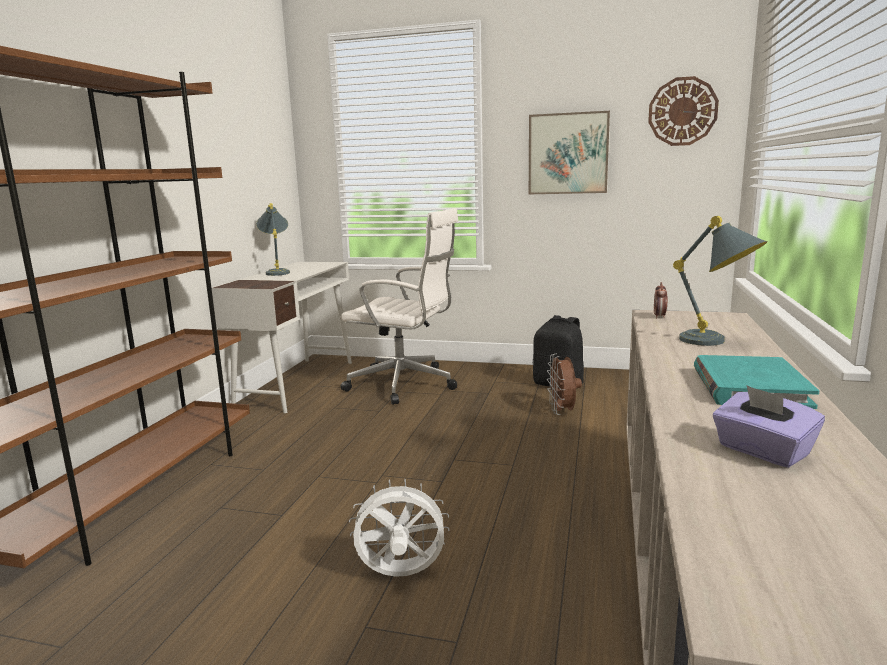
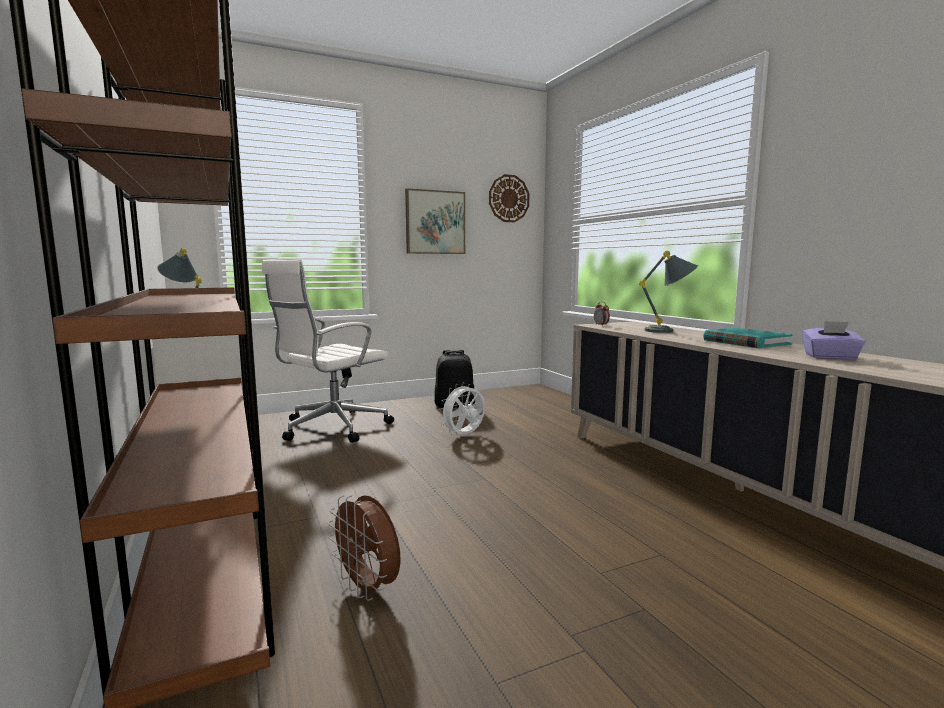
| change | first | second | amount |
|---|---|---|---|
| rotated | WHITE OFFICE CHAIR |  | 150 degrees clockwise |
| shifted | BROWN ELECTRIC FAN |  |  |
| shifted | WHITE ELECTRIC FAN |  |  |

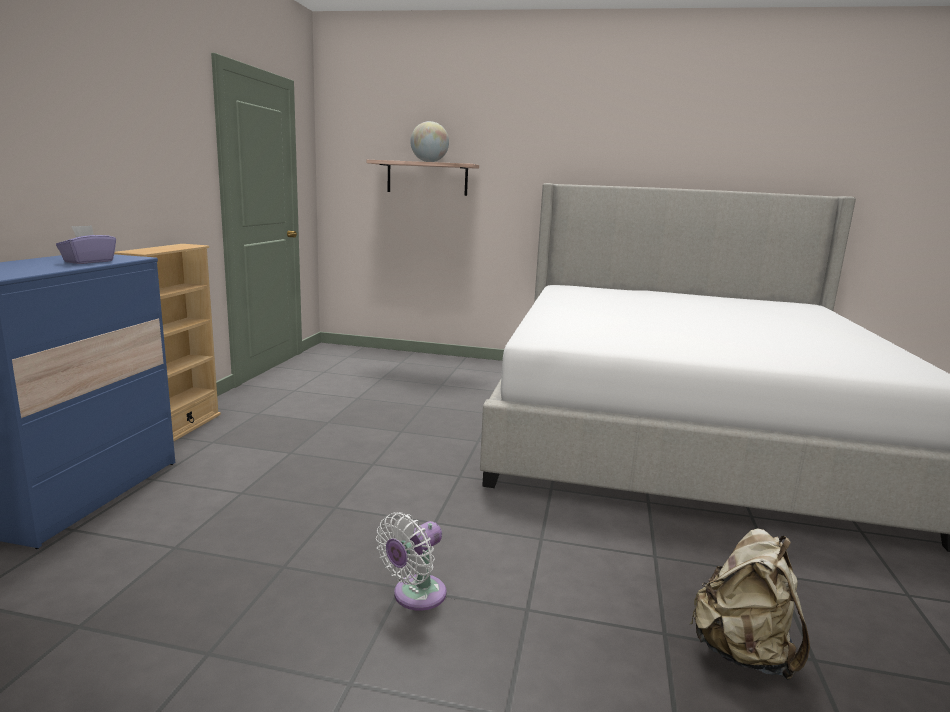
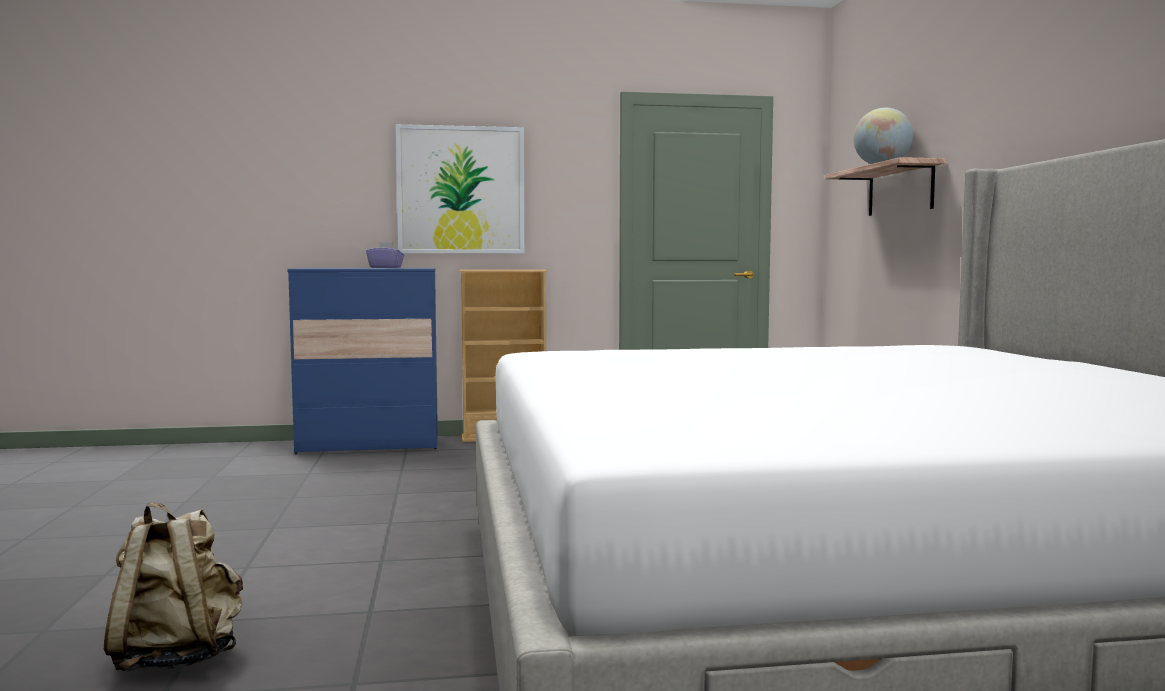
| change | first | second | amount |
|---|---|---|---|
| new |  | WALL PICTURE |  |
| gone | WHITE ELECTRIC FAN |  |  |

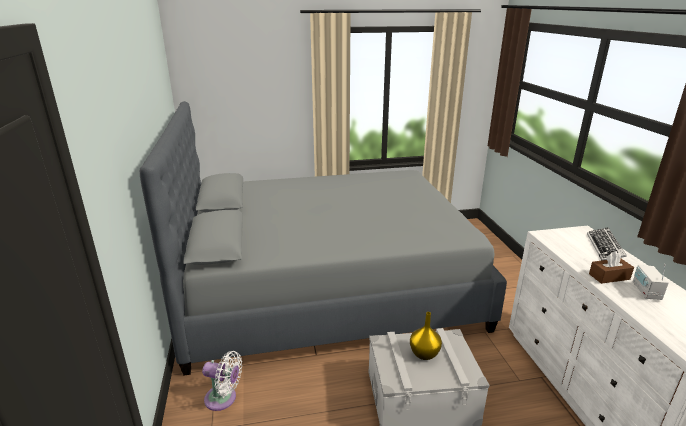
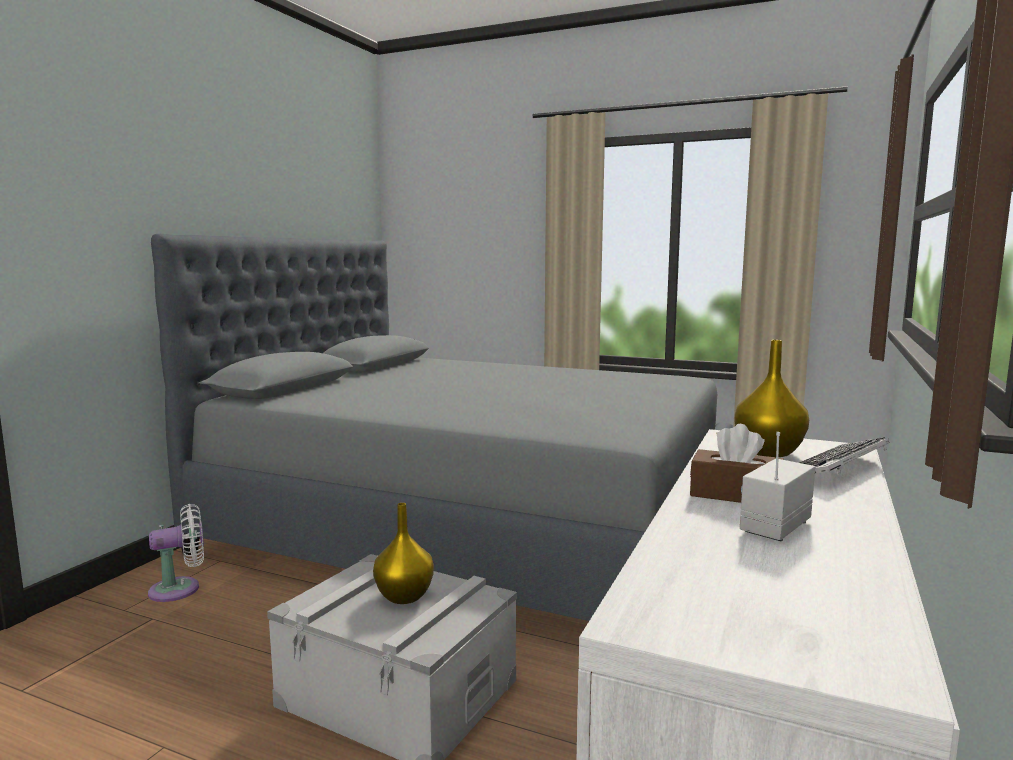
| change | first | second | amount |
|---|---|---|---|
| rotated | WHITE ELECTRIC FAN |  | 75 degrees counterclockwise |
| new |  | YELLOWISH DECORATIVE VASE (no. 2 from left) |  |

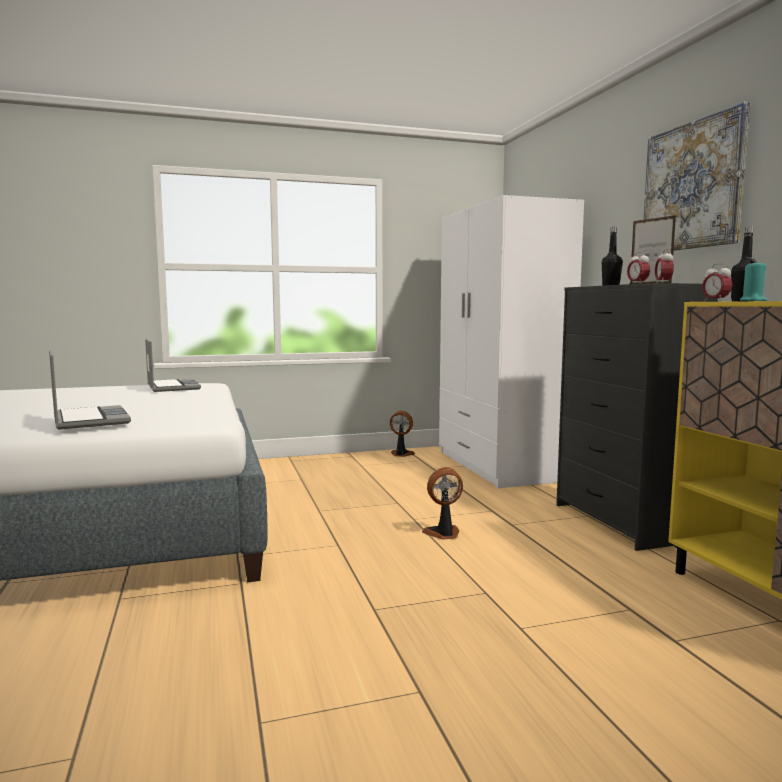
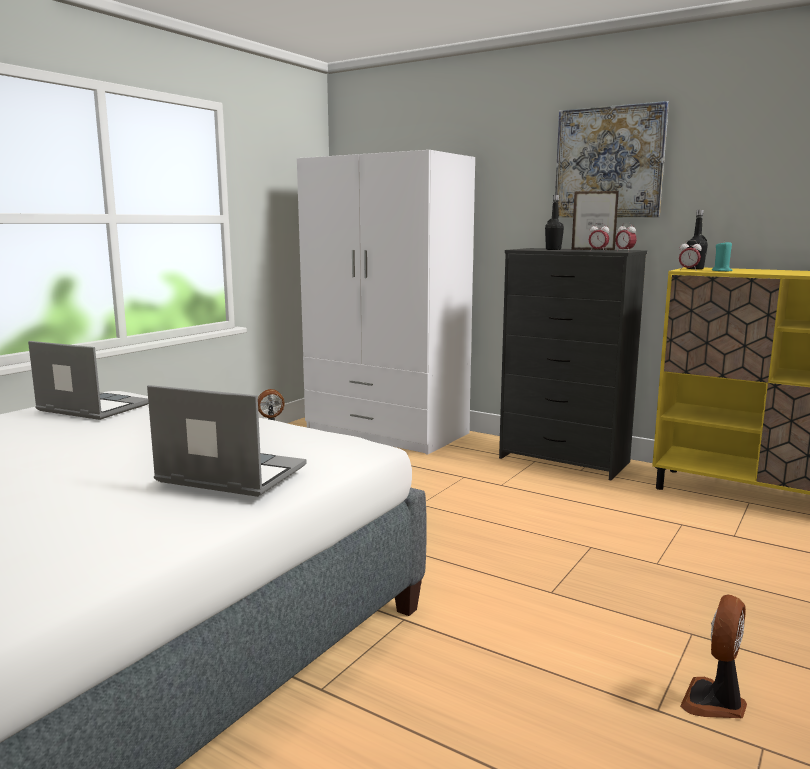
| change | first | second | amount |
|---|---|---|---|
| shifted | ELECTRIC FAN (no. 2 from left) |  |  |

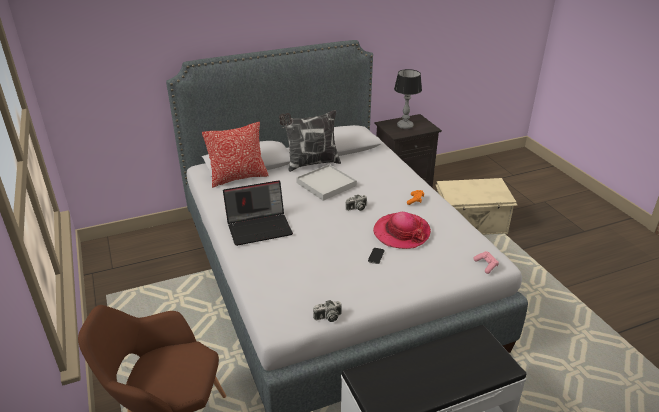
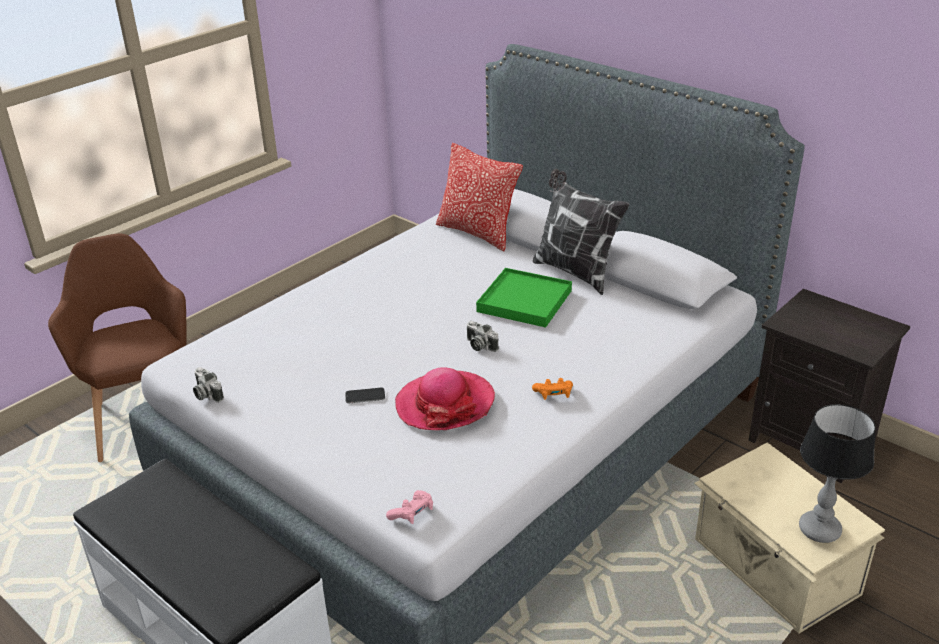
| change | first | second | amount |
|---|---|---|---|
| repainted | WHITE TRAY | GREENISH TRAY |  |
| shifted | TABLETOP LAMP |  |  |
| gone | LAPTOP |  |  |

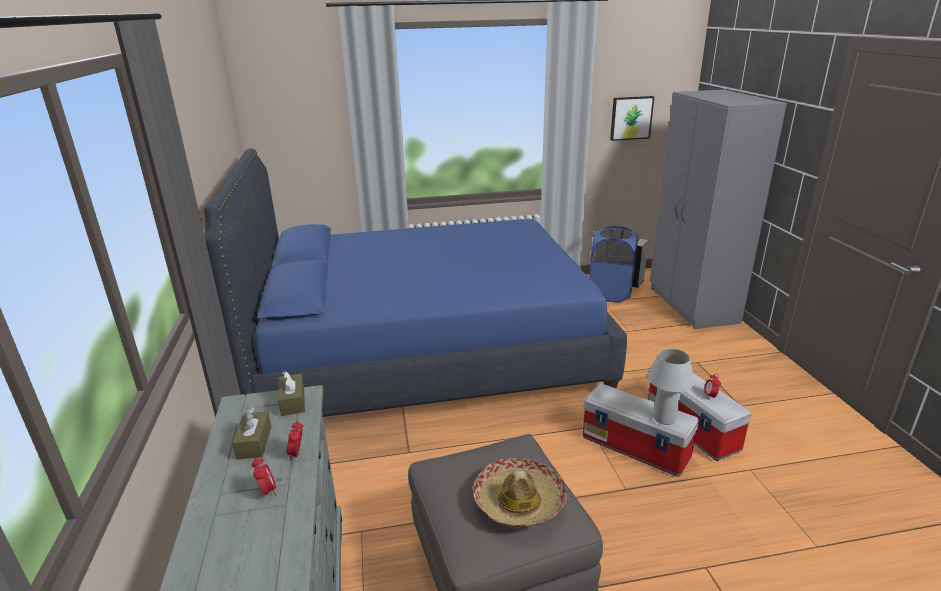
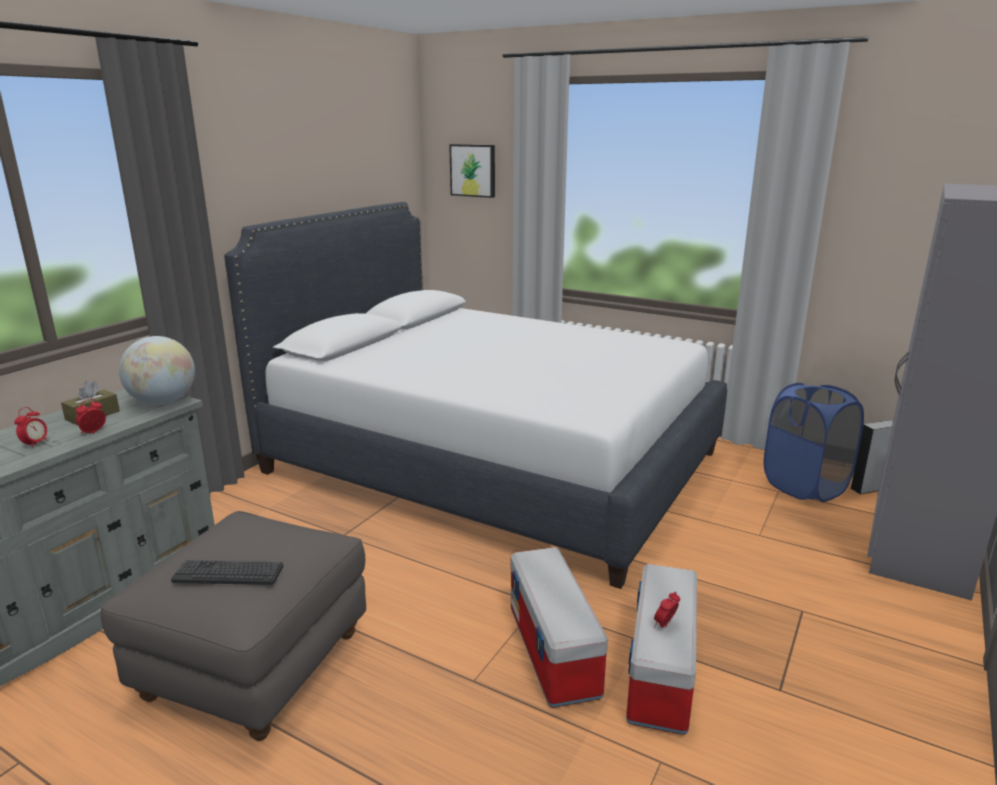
| change | first | second | amount |
|---|---|---|---|
| swapped | BROWN BOX OF TISSUES (no. 2 from left) | GLOBE |  |
| swapped | CLOTHING HAT | COMPUTER KEYBOARD |  |
| repainted | BLUISH SLEEPING BED | WHITE SLEEPING BED |  |
| shifted | WALL PICTURE |  |  |
| gone | WHITE TABLETOP LAMP |  |  |

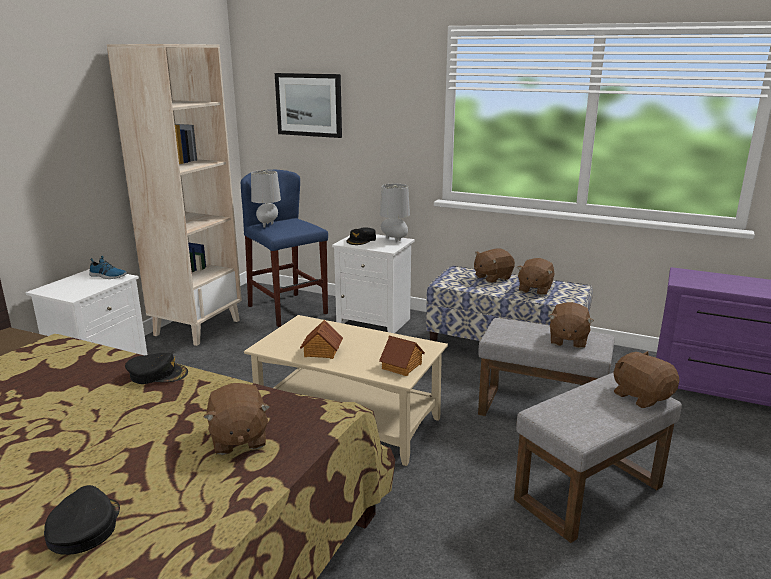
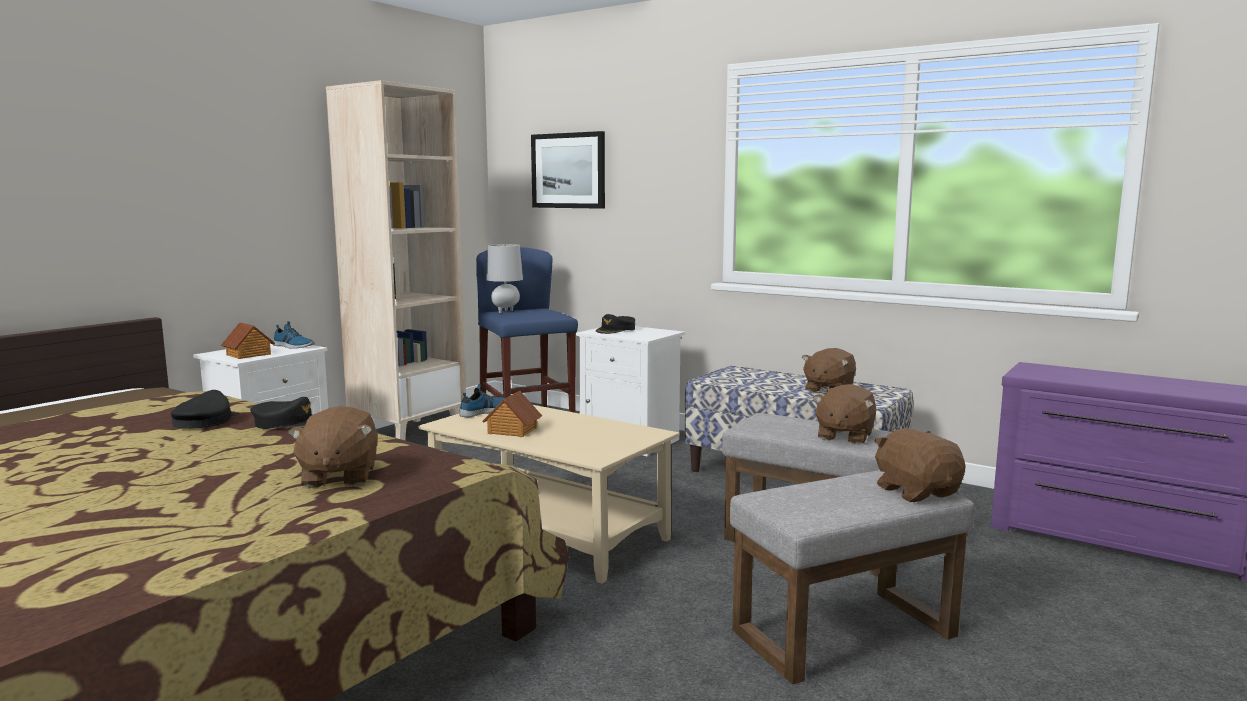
| change | first | second | amount |
|---|---|---|---|
| shifted | BLACKISH PEAKED CAP (no. 1 from left) |  |  |
| shifted | MINIATURE HOUSE (no. 2 from left in the first image) | MINIATURE HOUSE (no. 1 from left) |  |
| new |  | LOW SHOE (no. 2 from left) |  |
| gone | GRAY TABLETOP LAMP (no. 2 from left) |  |  |
| gone | BROWN SOFT TOY (no. 2 from left) |  |  |

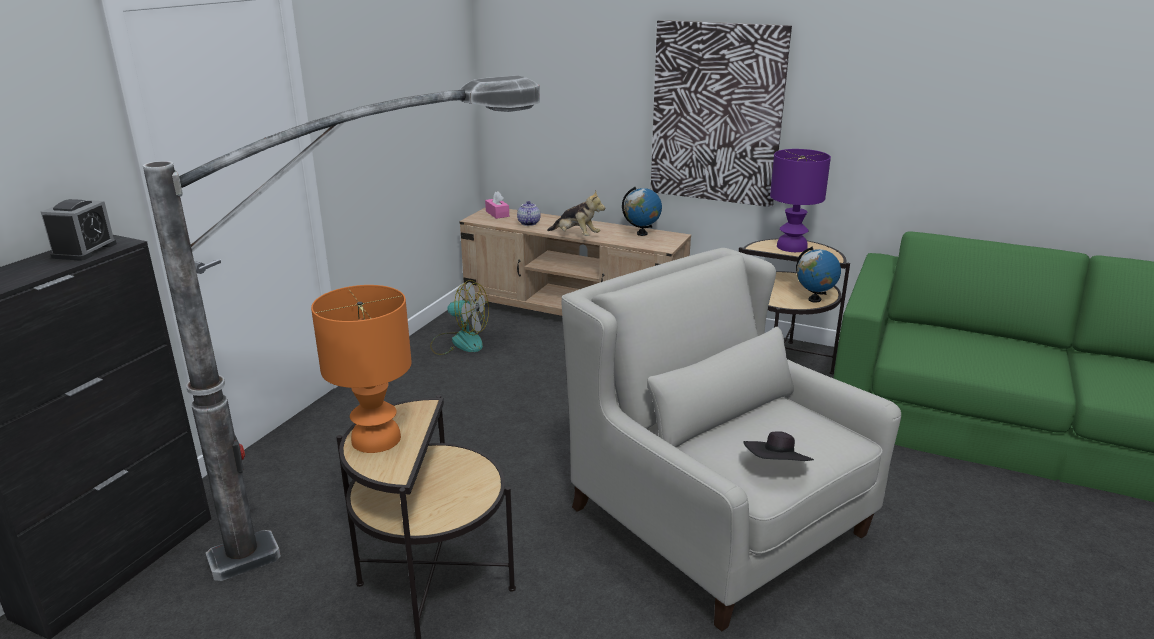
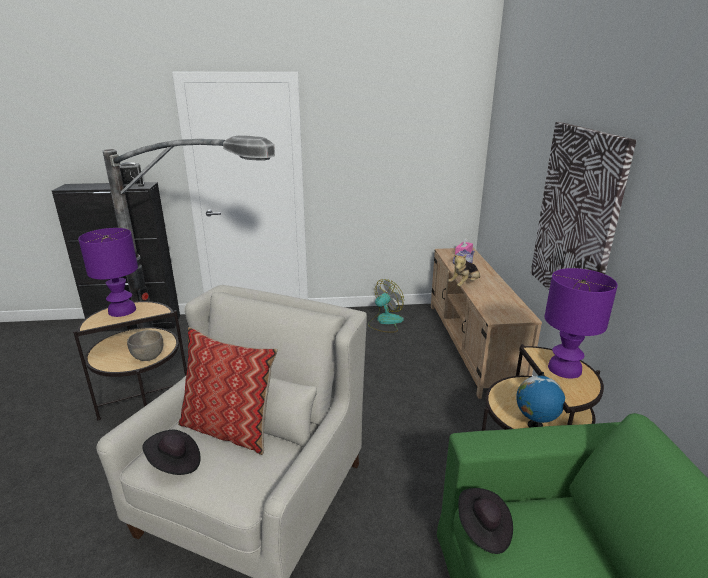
| change | first | second | amount |
|---|---|---|---|
| repainted | ORANGE-COLOURED TABLETOP LAMP | PURPLE TABLETOP LAMP (no. 1 from left) |  |
| new |  | GRAY SERVING BOWL |  |
| new |  | PILLOW |  |
| rotated | ELECTRIC FAN |  | 120 degrees counterclockwise |
| rotated | SOFT TOY |  | 45 degrees clockwise |
| new |  | BLACKISH CLOTHING HAT (no. 2 from left) |  |
| gone | GLOBE (no. 1 from left) |  |  |

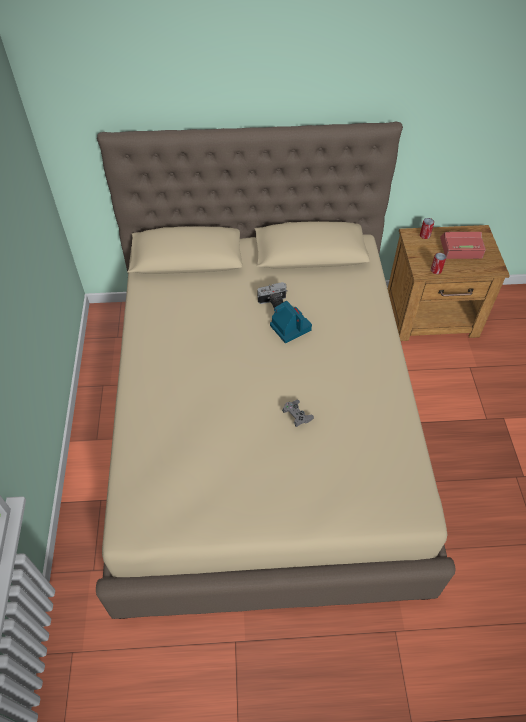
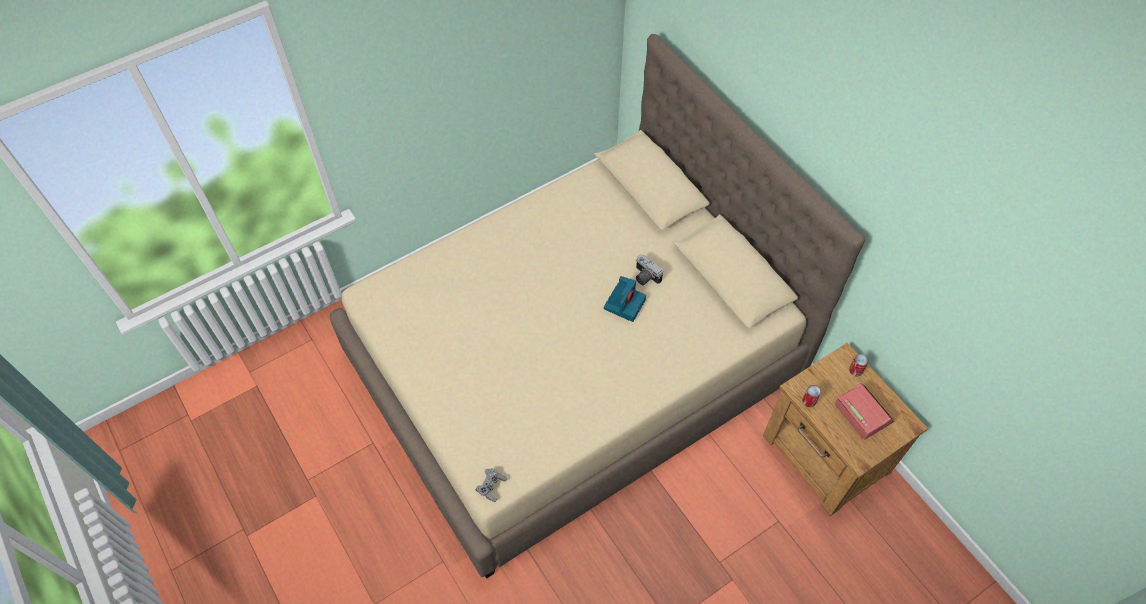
| change | first | second | amount |
|---|---|---|---|
| shifted | GRAY GAME CONTROLLER |  |  |

